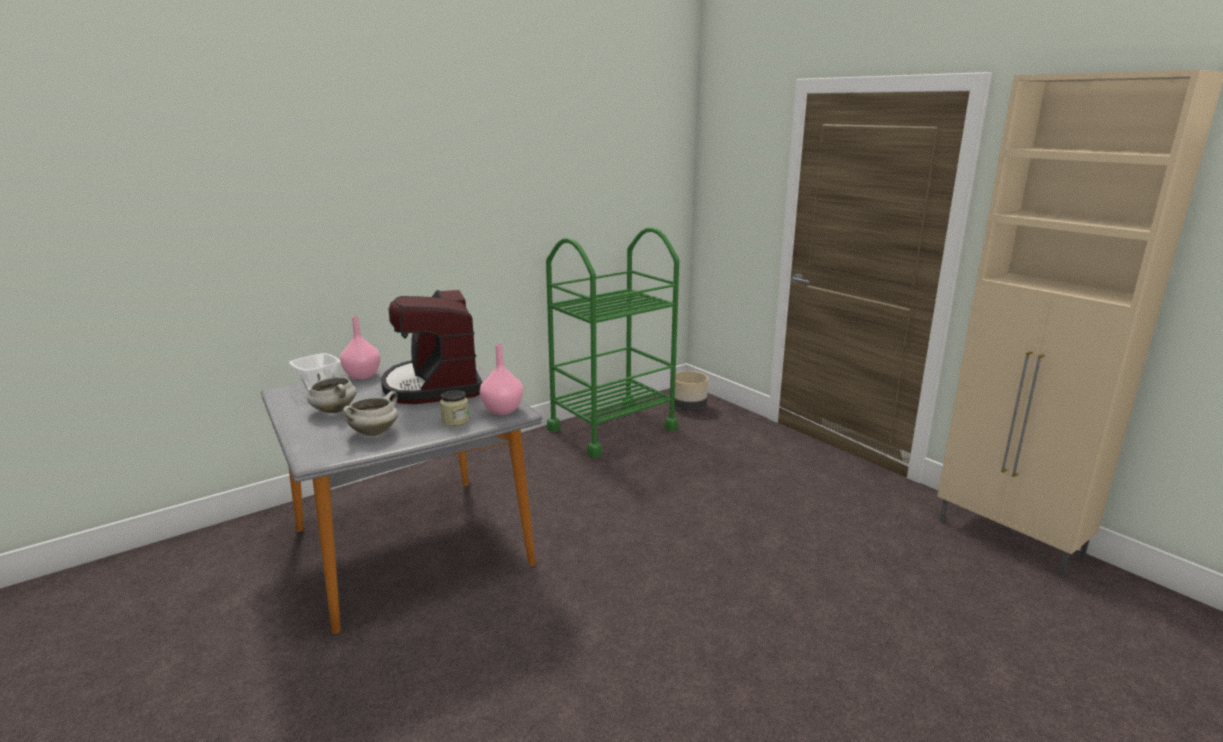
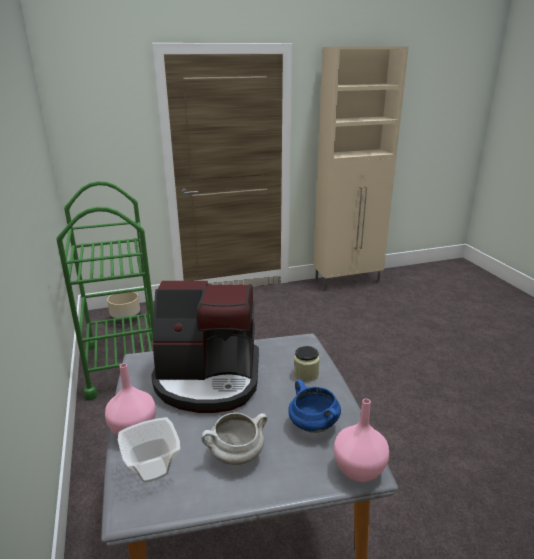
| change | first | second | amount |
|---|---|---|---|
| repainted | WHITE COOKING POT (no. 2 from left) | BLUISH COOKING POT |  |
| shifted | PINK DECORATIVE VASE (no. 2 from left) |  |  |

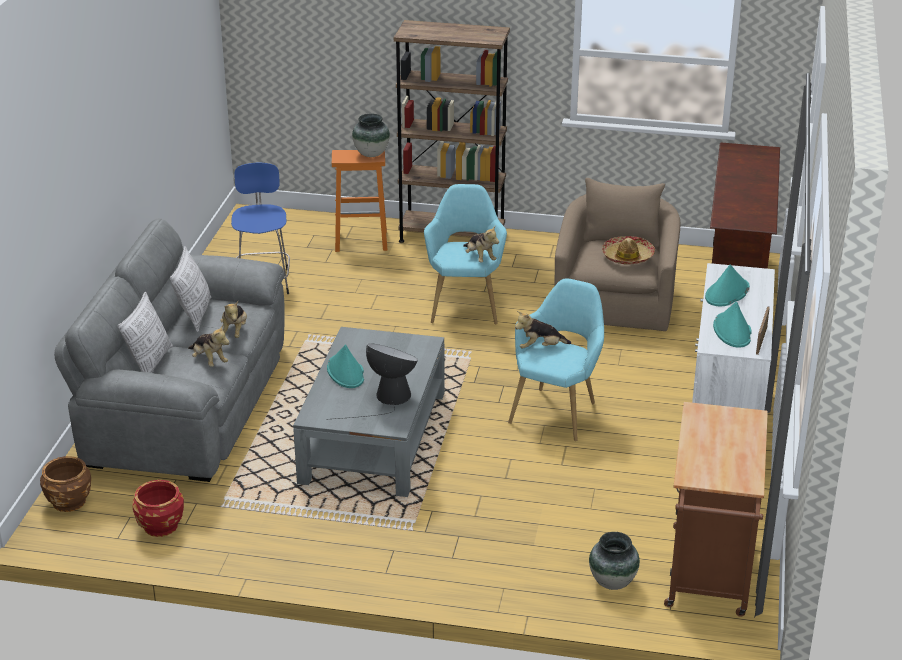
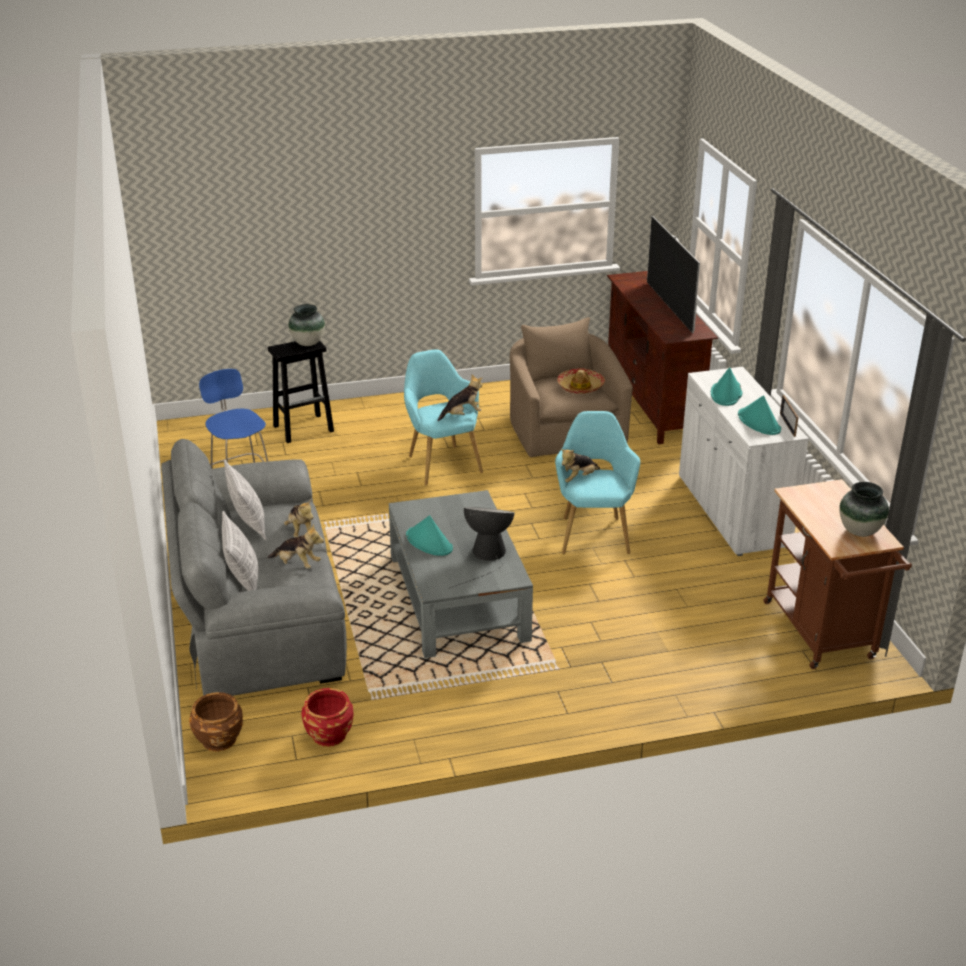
| change | first | second | amount |
|---|---|---|---|
| repainted | ORANGE-COLOURED STOOL | BLACKISH STOOL |  |
| rotated | SOFT TOY (no. 3 from left) |  | 60 degrees counterclockwise |
| new |  | TELEVISION |  |
| shifted | DECORATIVE VASE (no. 2 from left) |  |  |
| gone | BROWN BOOKSHELF |  |  |

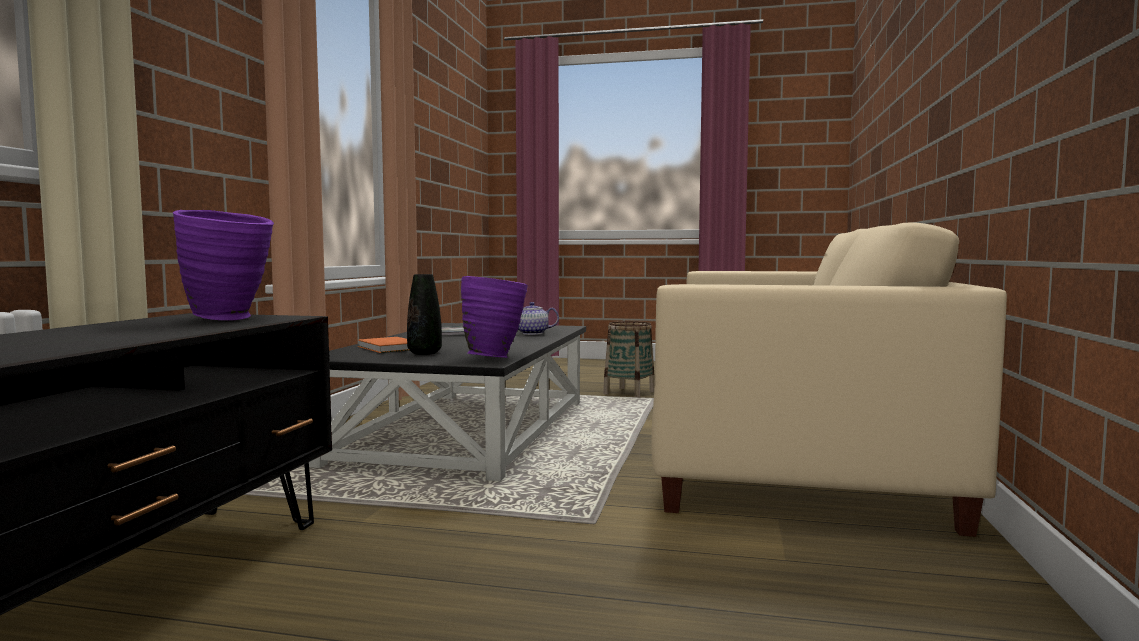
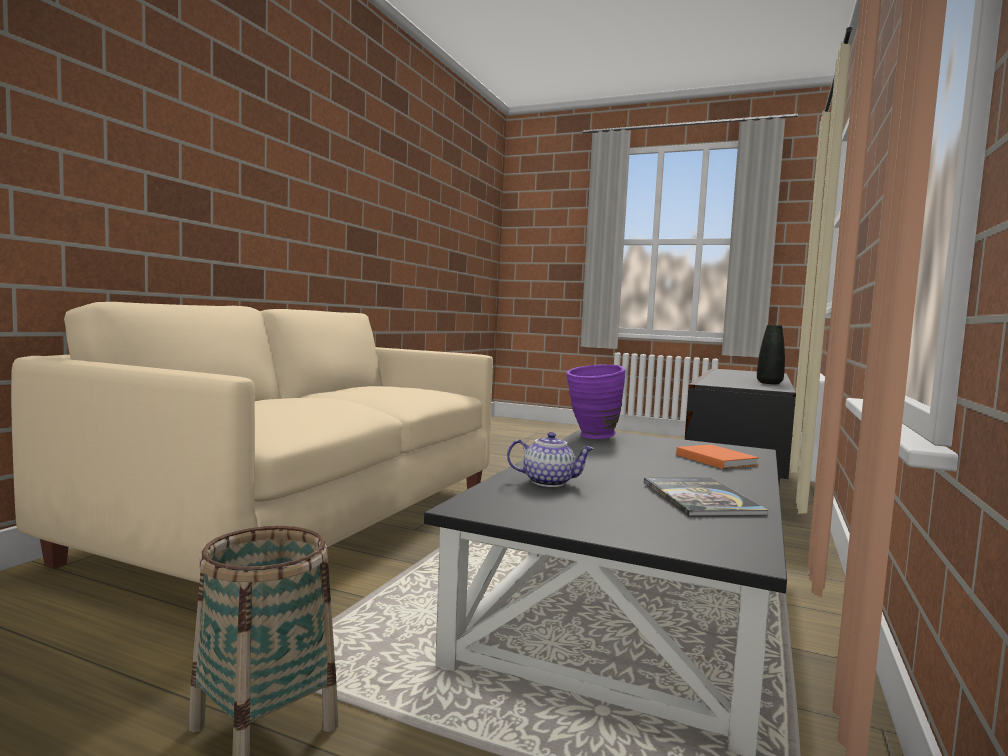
| change | first | second | amount |
|---|---|---|---|
| shifted | BLACKISH DECORATIVE VASE |  |  |
| gone | PURPLE DECORATIVE VASE (no. 1 from left) |  |  |

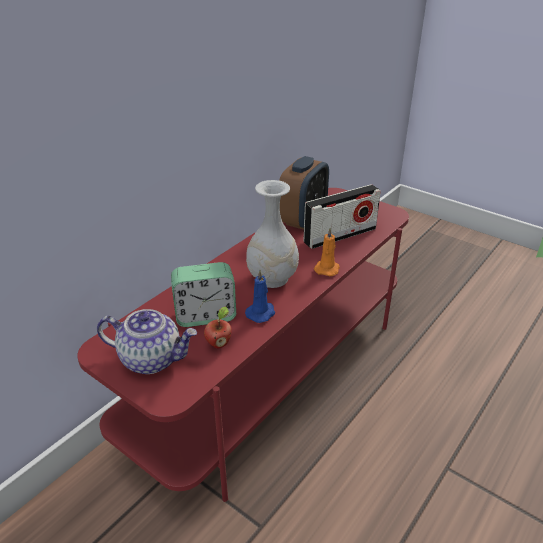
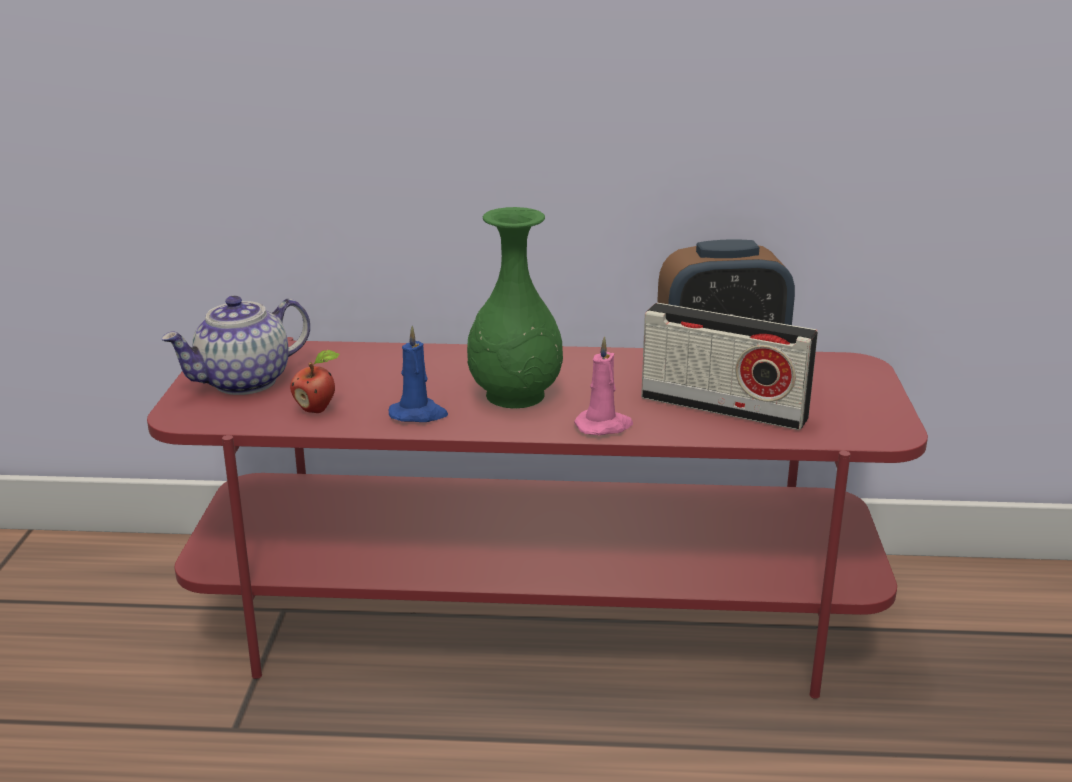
| change | first | second | amount |
|---|---|---|---|
| rotated | TEA POT |  | 75 degrees clockwise |
| repainted | WHITE DECORATIVE VASE | GREENISH DECORATIVE VASE |  |
| repainted | ORANGE-COLOURED WAX CANDLE | PINK WAX CANDLE |  |
| gone | ALARM CLOCK (no. 1 from left) |  |  |

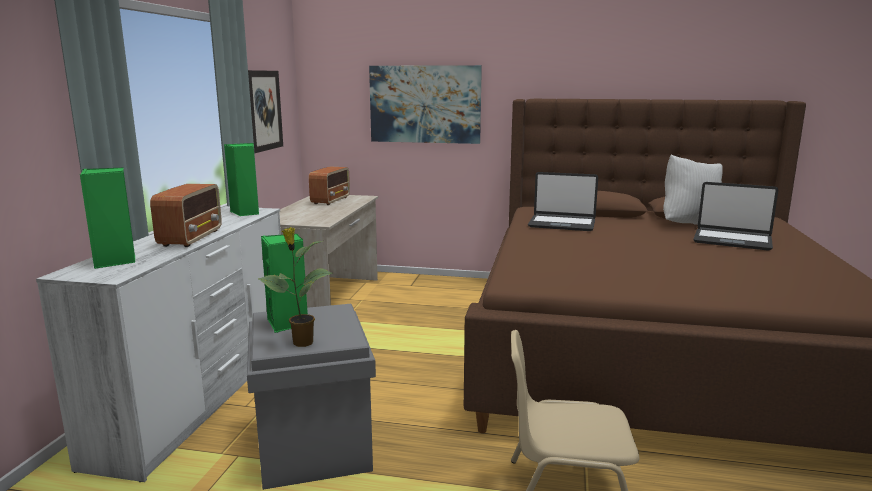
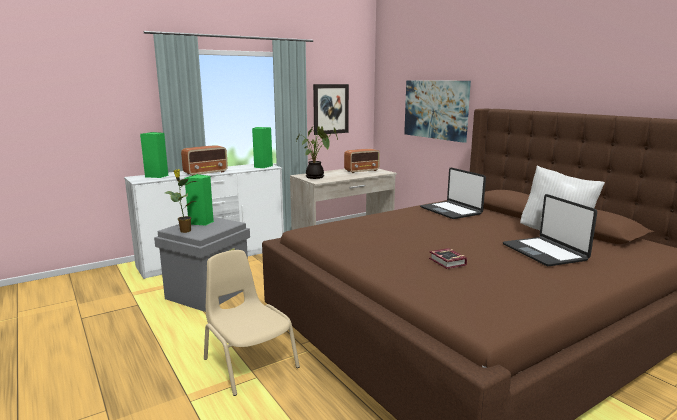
| change | first | second | amount |
|---|---|---|---|
| new |  | PLANT IN A POT (no. 2 from left) |  |
| new |  | BOOK |  |

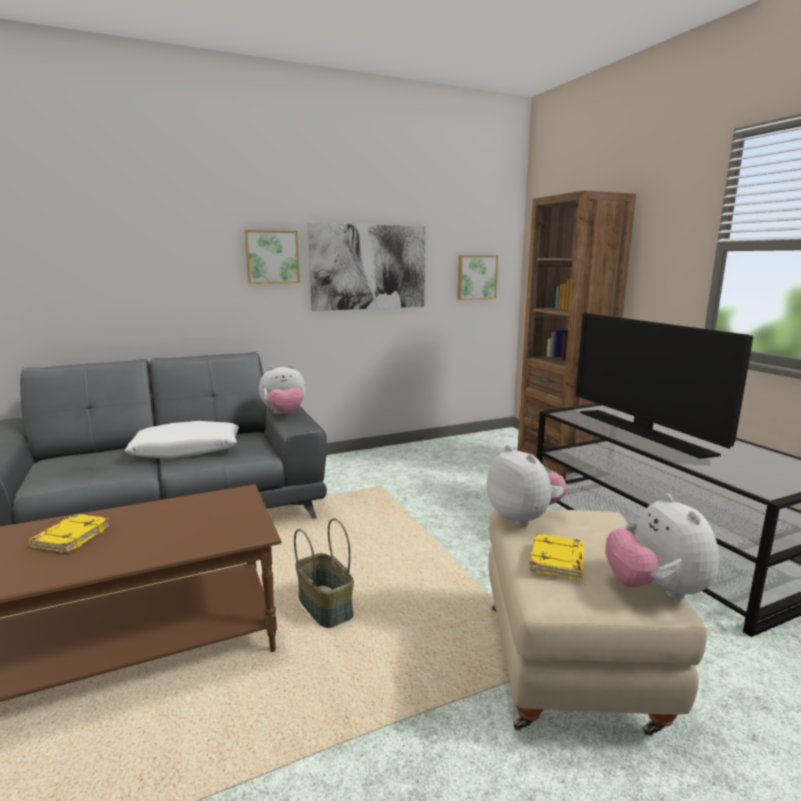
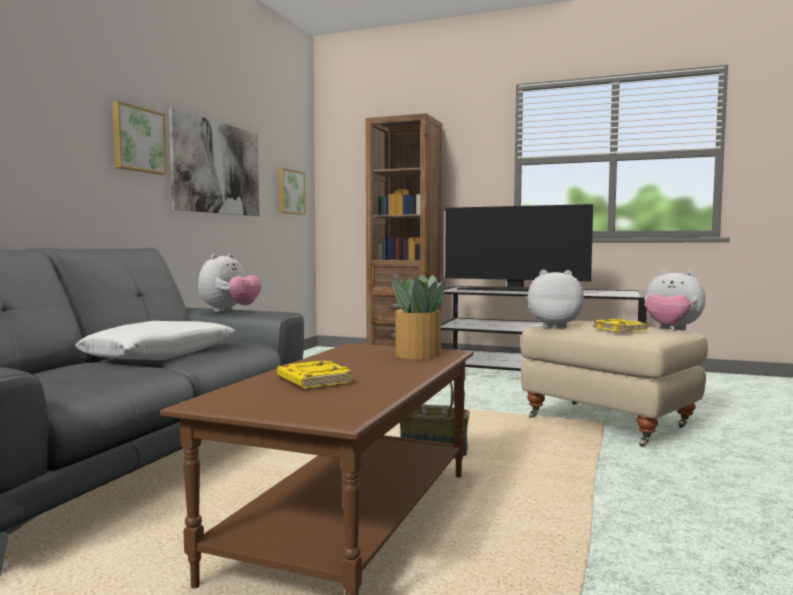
| change | first | second | amount |
|---|---|---|---|
| new |  | PLANT IN A POT |  |

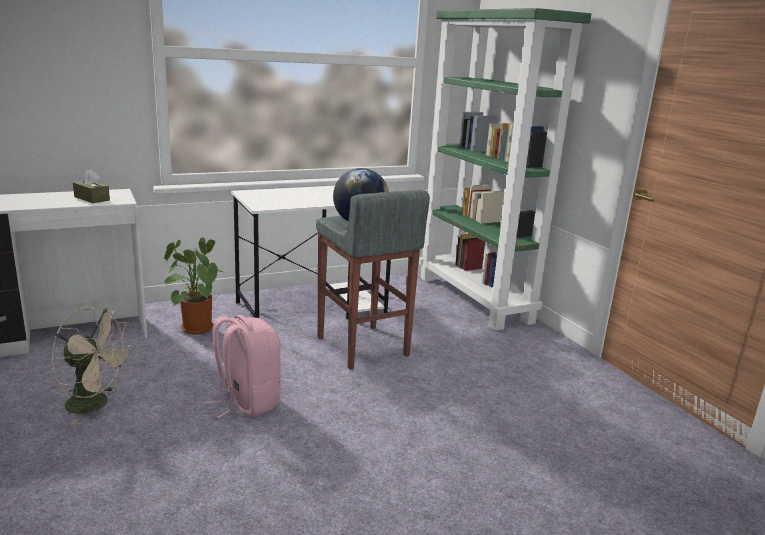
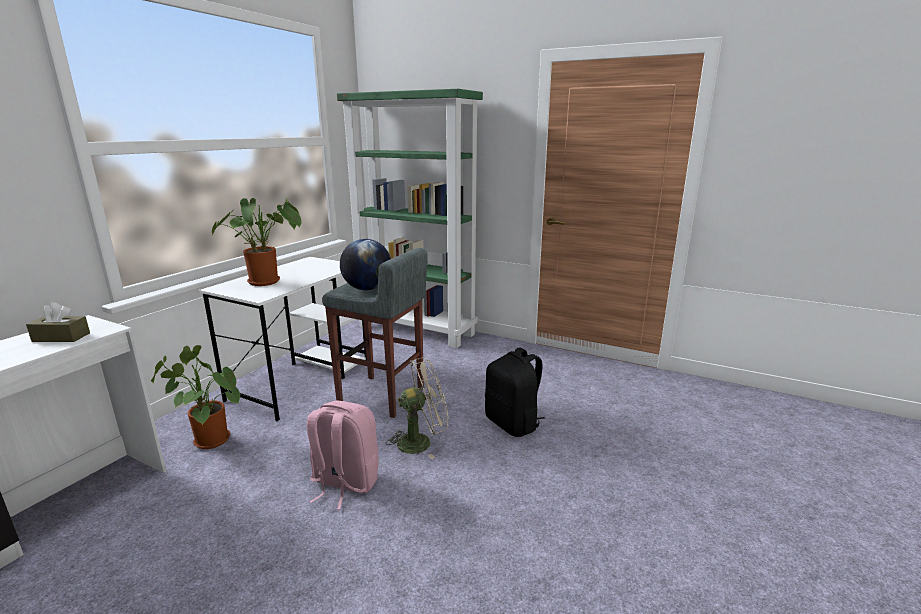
| change | first | second | amount |
|---|---|---|---|
| new |  | PLANT IN A POT (no. 2 from left) |  |
| shifted | SAND-COLOURED ELECTRIC FAN |  |  |
| new |  | BLACKISH KNAPSACK |  |

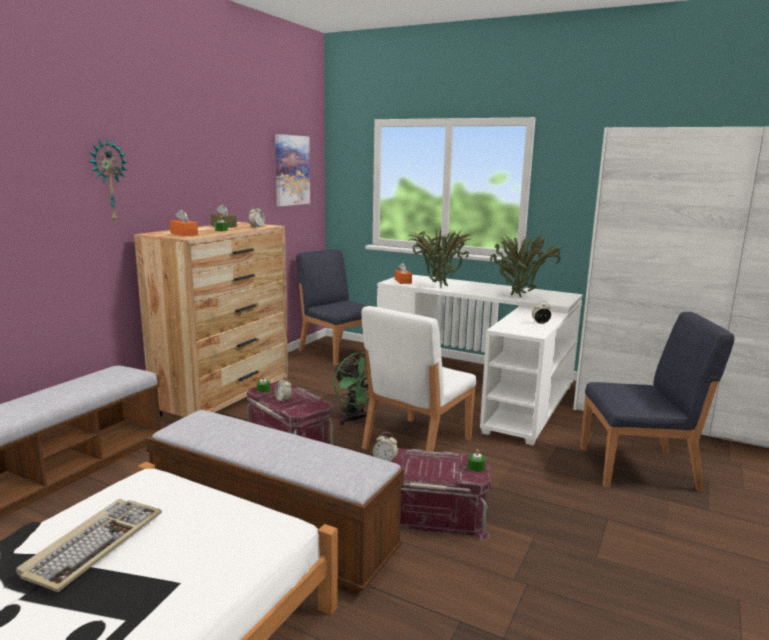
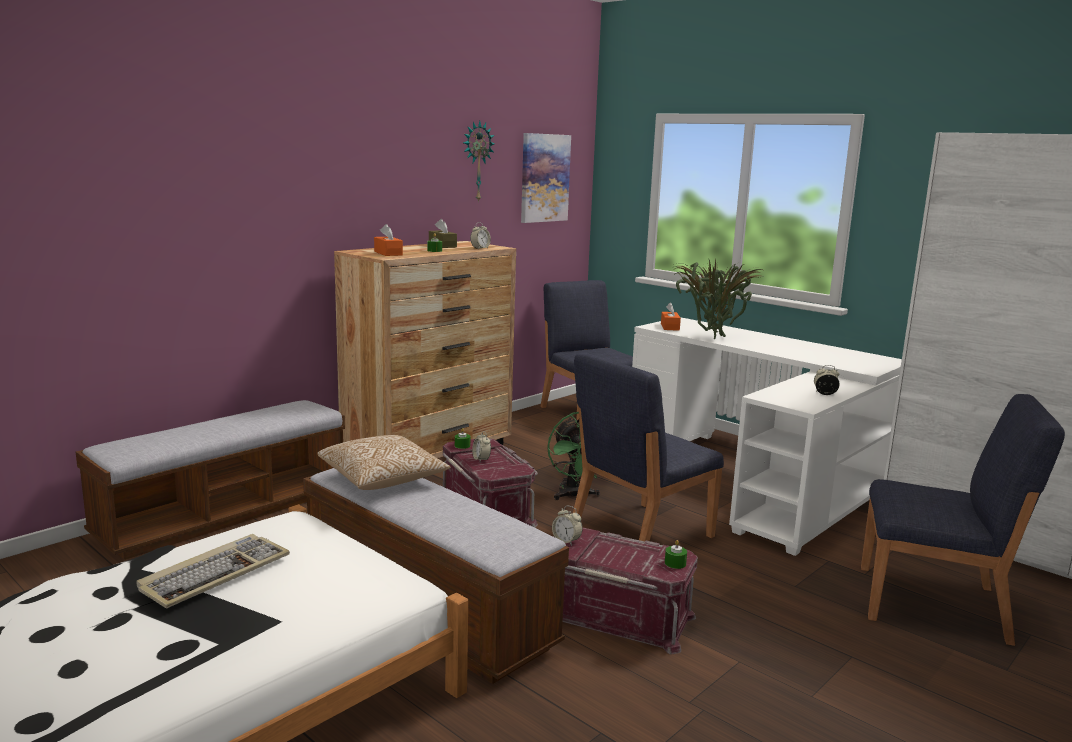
| change | first | second | amount |
|---|---|---|---|
| new |  | PILLOW |  |
| shifted | CLOCK ON THE WALL |  |  |
| repainted | WHITE CHAIR | BLUISH CHAIR (no. 2 from left) |  |
| gone | PLANT IN A POT (no. 2 from left) |  |  |

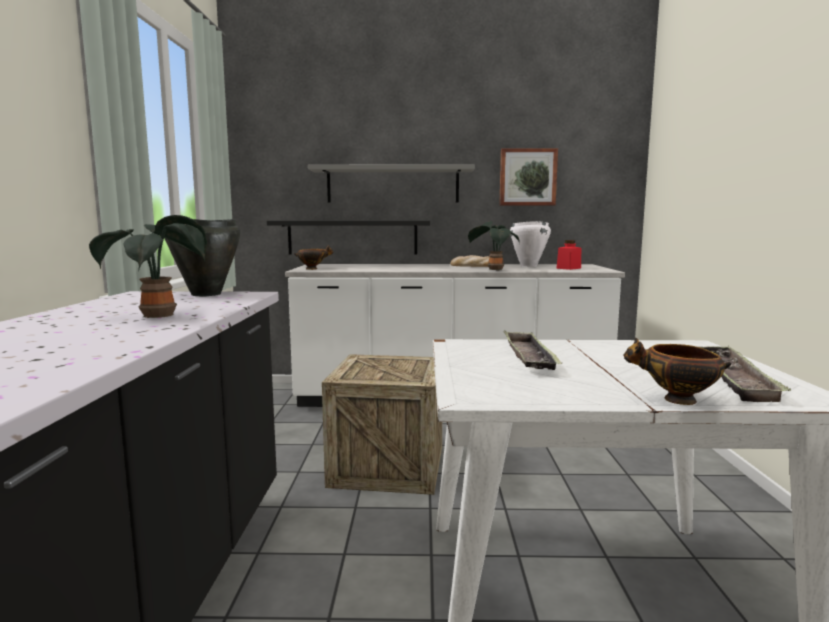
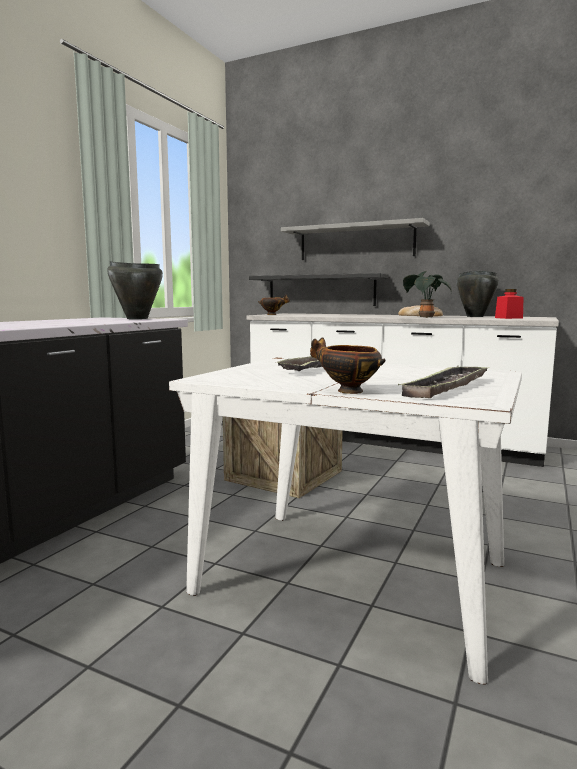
| change | first | second | amount |
|---|---|---|---|
| repainted | WHITE COOKING POT | BLACKISH COOKING POT (no. 2 from left) |  |
| gone | PLANT IN A POT (no. 1 from left) |  |  |
| gone | WALL PICTURE |  |  |

